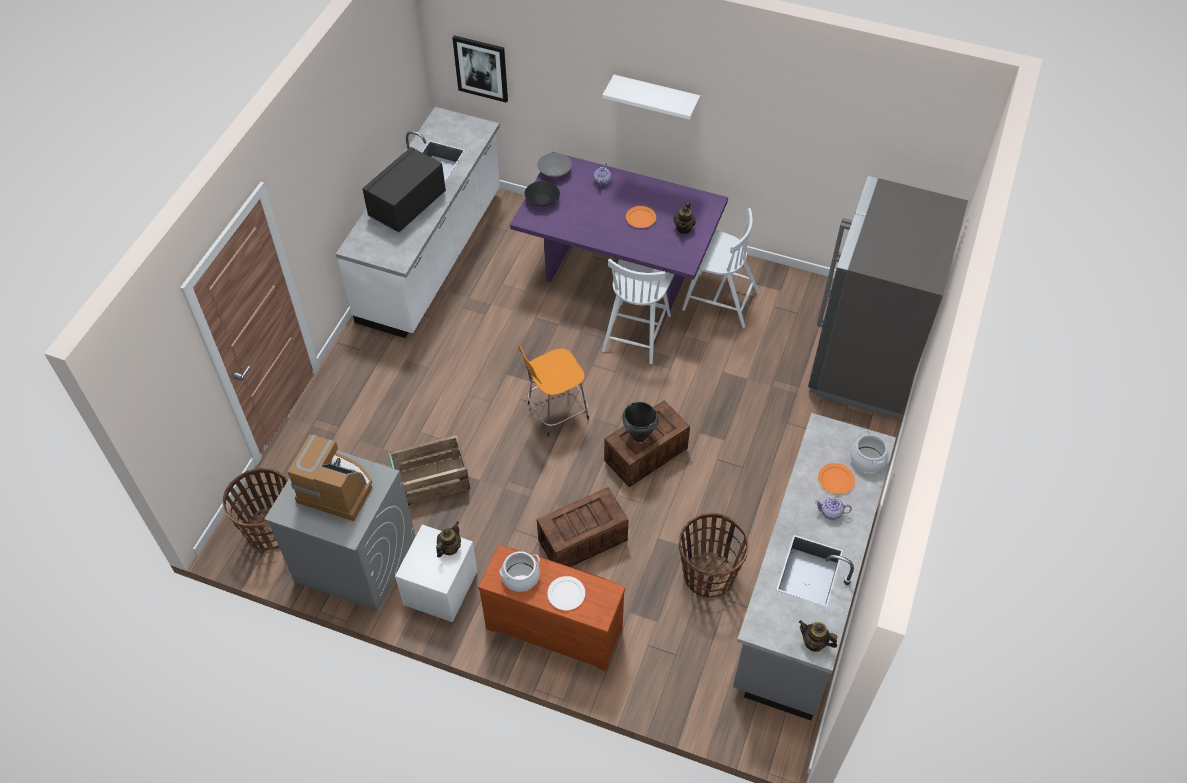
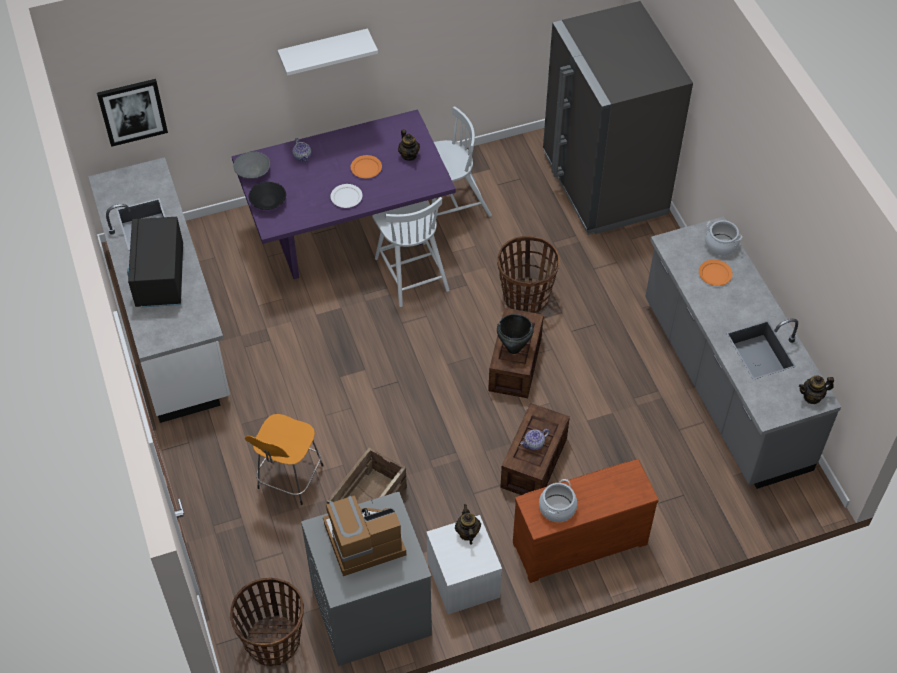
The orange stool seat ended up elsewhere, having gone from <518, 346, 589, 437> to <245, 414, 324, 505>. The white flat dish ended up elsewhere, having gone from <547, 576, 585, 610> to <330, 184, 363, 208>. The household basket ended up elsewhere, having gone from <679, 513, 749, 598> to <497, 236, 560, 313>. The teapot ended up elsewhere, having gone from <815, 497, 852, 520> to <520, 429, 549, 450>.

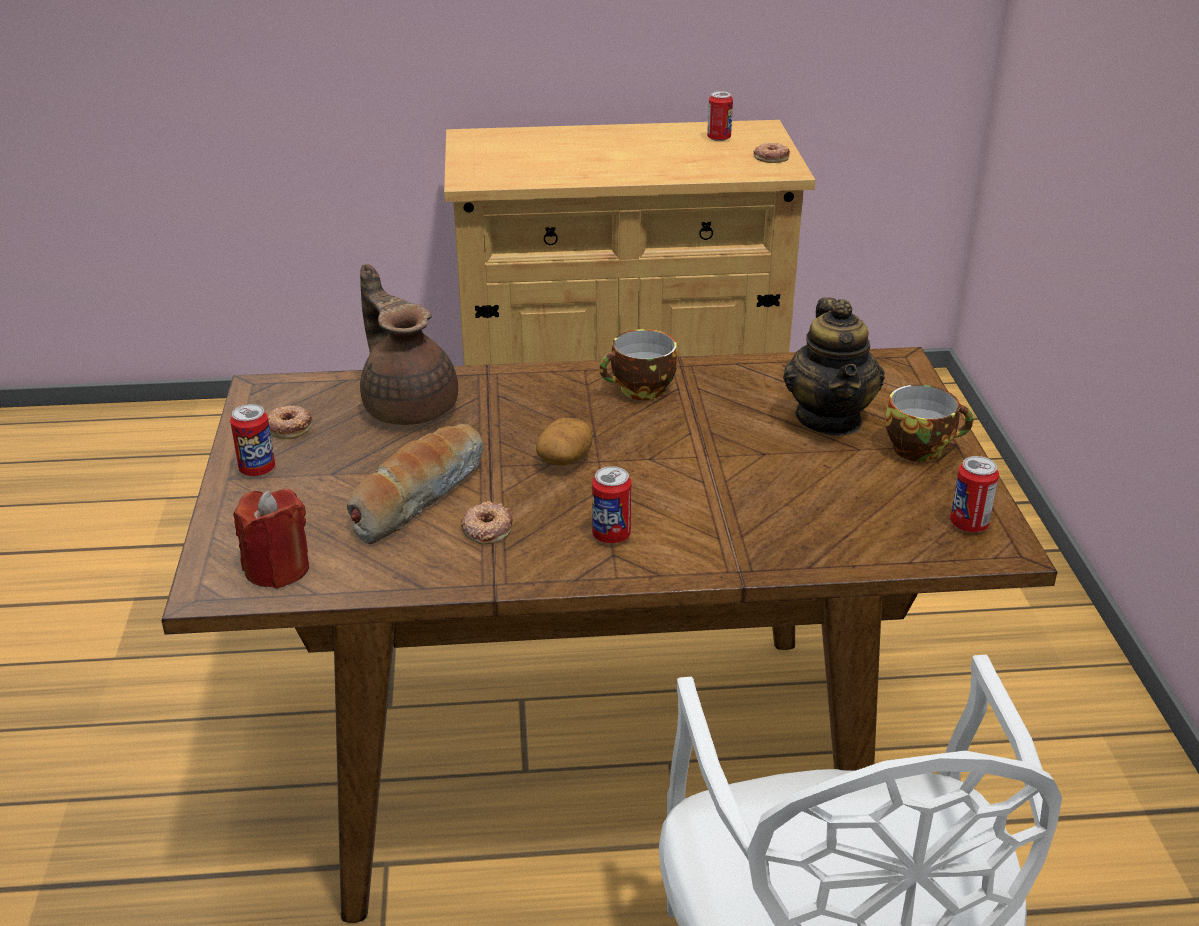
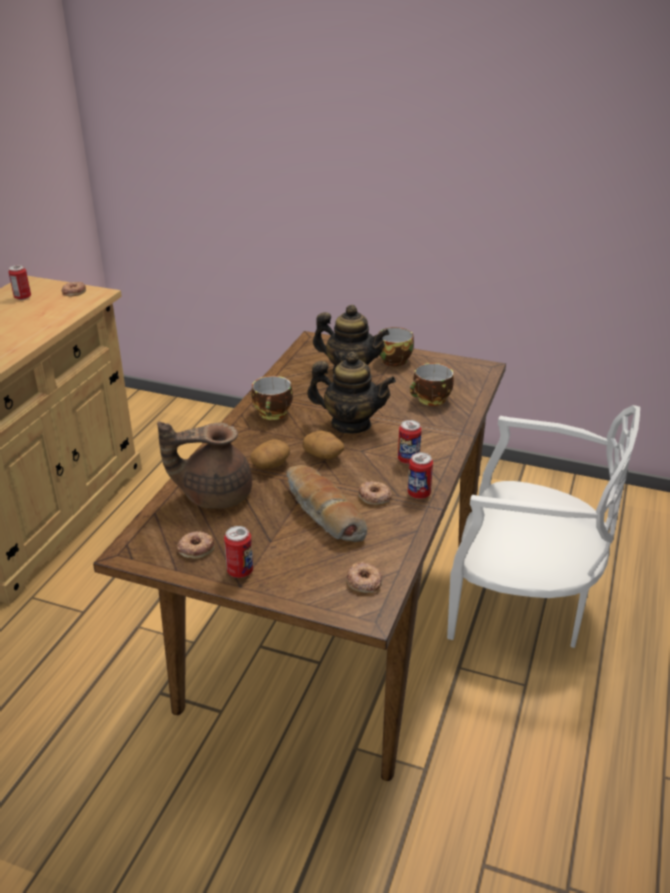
The second view gained the spud at <250, 439, 290, 469>. The second view gained the teapot at <307, 352, 396, 433>. Where the red-coloured wax candle stood at <233, 489, 309, 589>, the donut came to stand at <346, 562, 382, 593>. The metal can ended up elsewhere, having gone from <950, 456, 999, 532> to <408, 452, 433, 499>. The second view gained the drinking cup at <410, 363, 454, 406>.

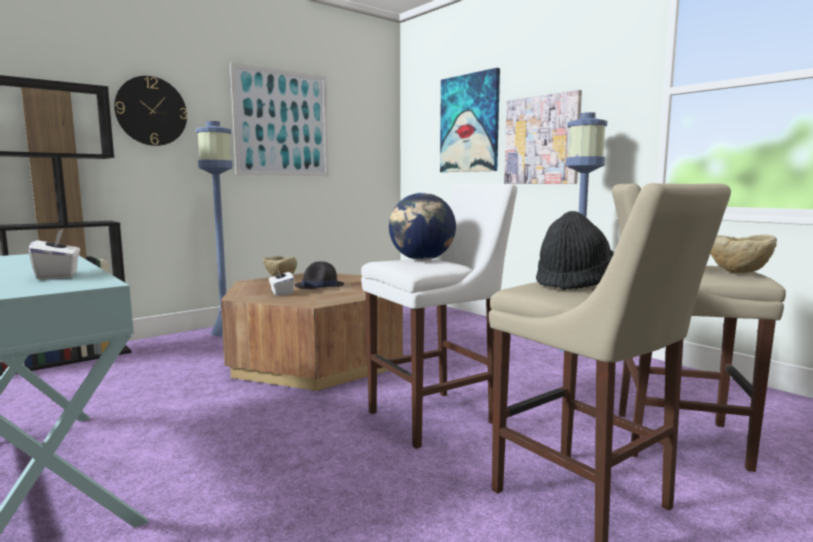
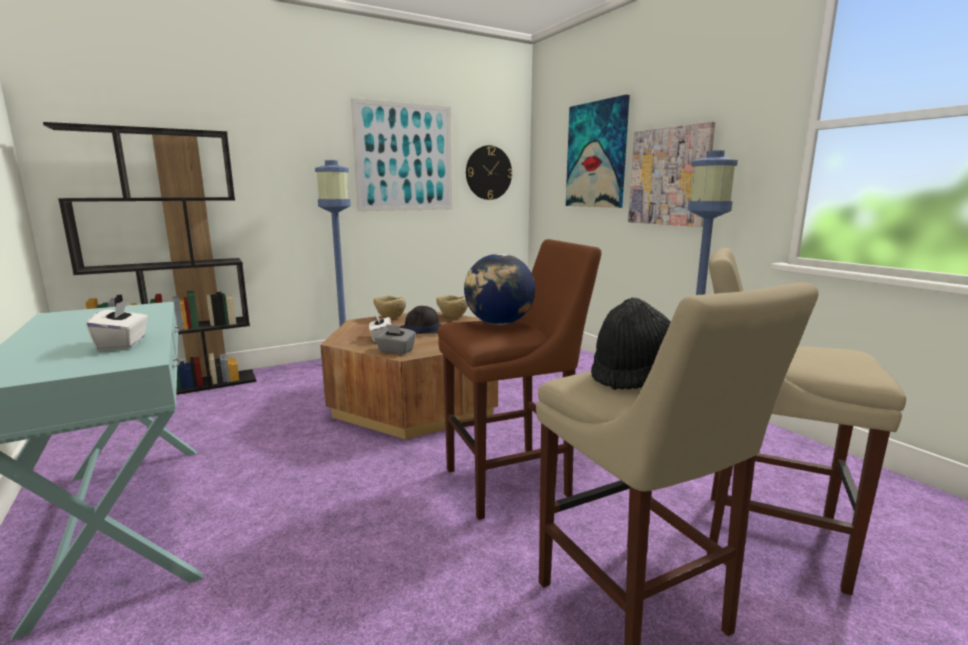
The second view gained the gray tissue box at <375, 324, 416, 354>. The sand-coloured deep dish ended up elsewhere, having gone from <710, 235, 777, 273> to <436, 295, 468, 318>. What was the white stool seat at <361, 184, 517, 449> turned into the brown-coloured stool seat at <438, 239, 602, 520>. The clock on the wall ended up elsewhere, having gone from <114, 76, 187, 146> to <466, 145, 513, 200>.

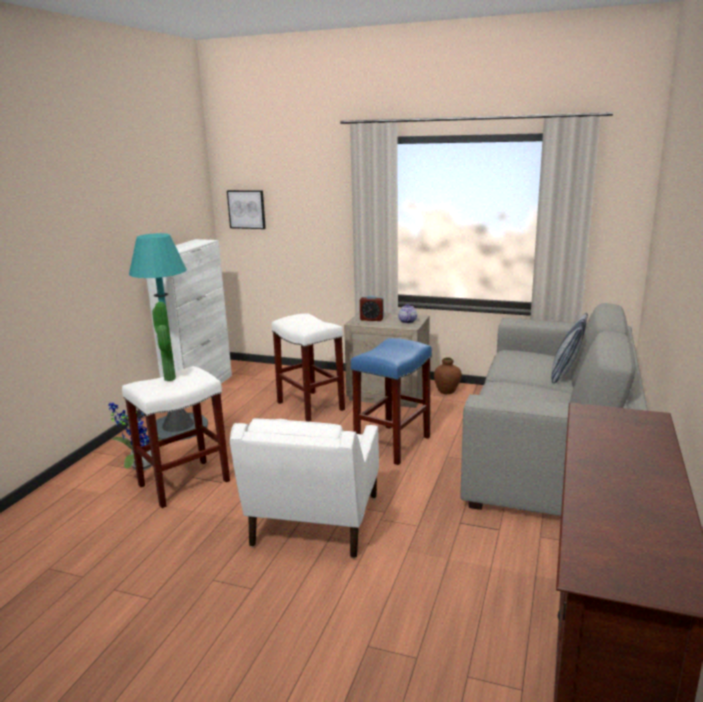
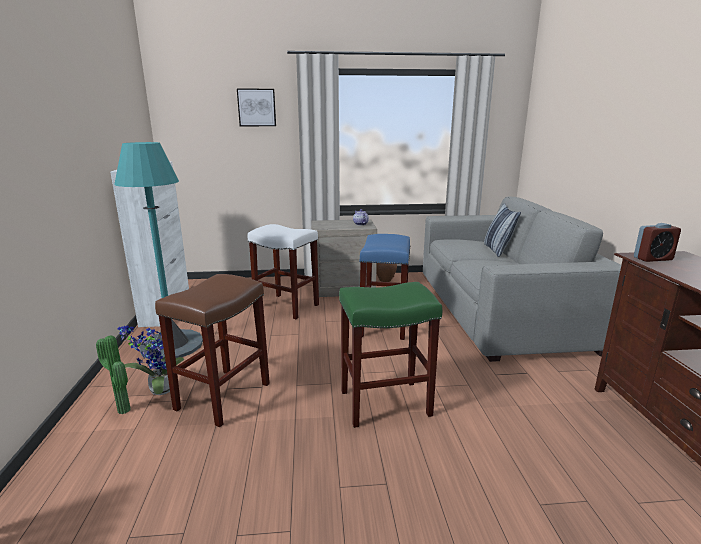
The houseplant ended up elsewhere, having gone from <152, 302, 176, 381> to <96, 336, 131, 414>. What was the white stool seat at <122, 366, 230, 508> turned into the brown-coloured stool seat at <155, 274, 270, 427>. The picture ended up elsewhere, having gone from <227, 190, 266, 229> to <237, 89, 276, 126>. Where the white armchair stood at <230, 419, 379, 558>, the green stool seat came to stand at <339, 282, 442, 428>. The alarm clock ended up elsewhere, having gone from <360, 295, 384, 321> to <634, 223, 681, 262>.

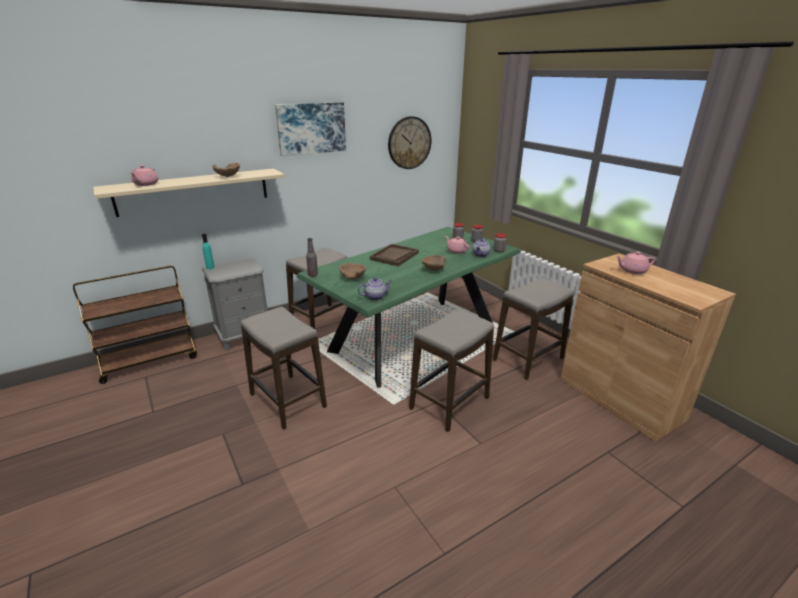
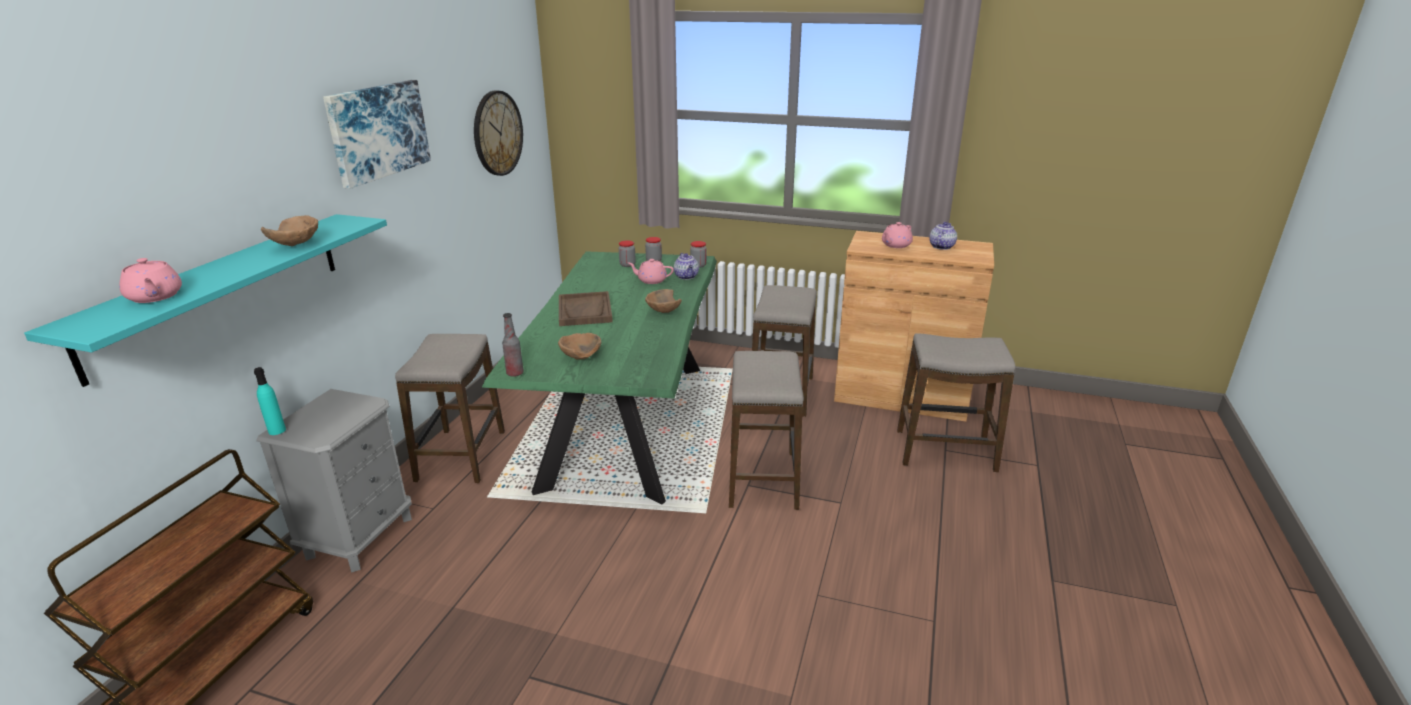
What was the sand-coloured bracket shelf at <93, 168, 285, 217> turned into the turquoise bracket shelf at <24, 214, 387, 387>. The stool seat ended up elsewhere, having gone from <241, 307, 327, 429> to <897, 333, 1015, 472>. The teapot ended up elsewhere, having gone from <358, 278, 392, 300> to <929, 222, 957, 250>.

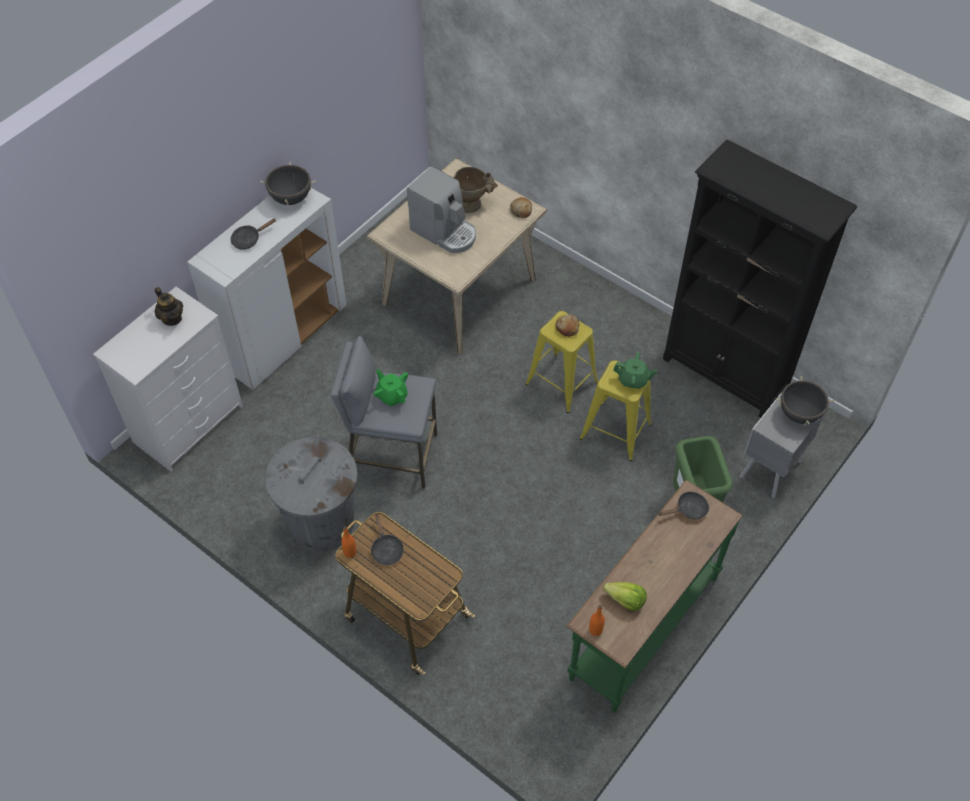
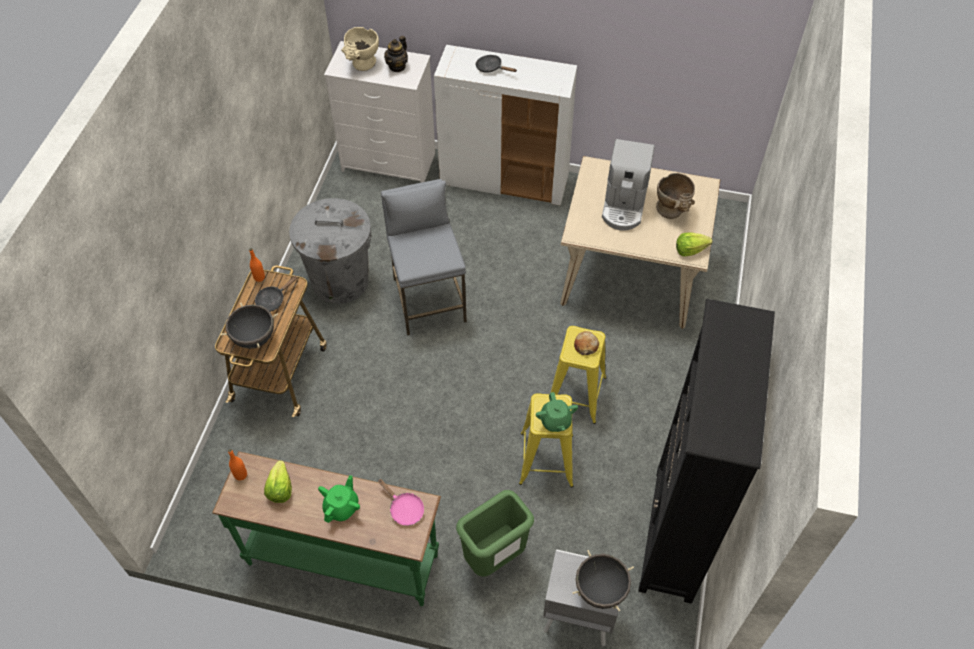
The blackish cooking pot ended up elsewhere, having gone from <260, 161, 316, 205> to <221, 302, 278, 349>. The green teapot ended up elsewhere, having gone from <373, 369, 408, 406> to <318, 475, 360, 523>. The second view gained the sand-coloured flower vase at <341, 27, 379, 71>. What was the blackish frying pan at <658, 492, 709, 519> turned into the pinkish frying pan at <378, 479, 424, 526>. Where the bread stood at <510, 197, 532, 218>, the head of lettuce came to stand at <676, 232, 712, 256>.

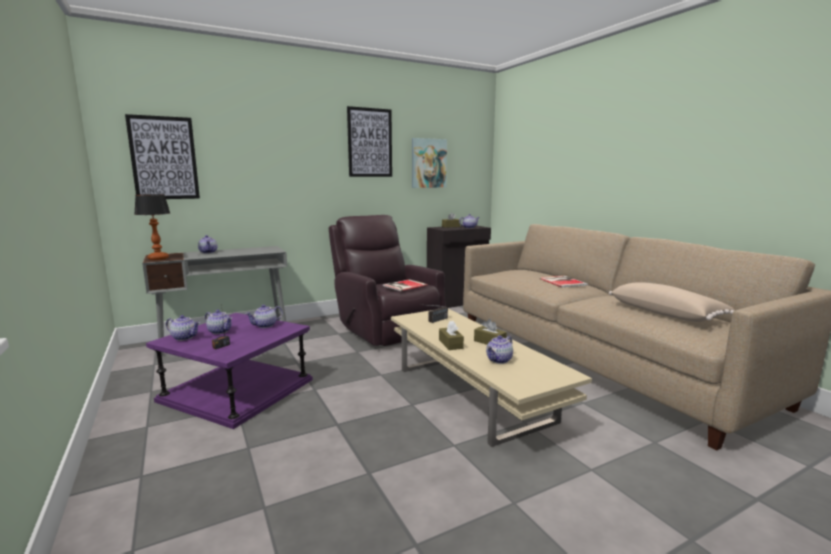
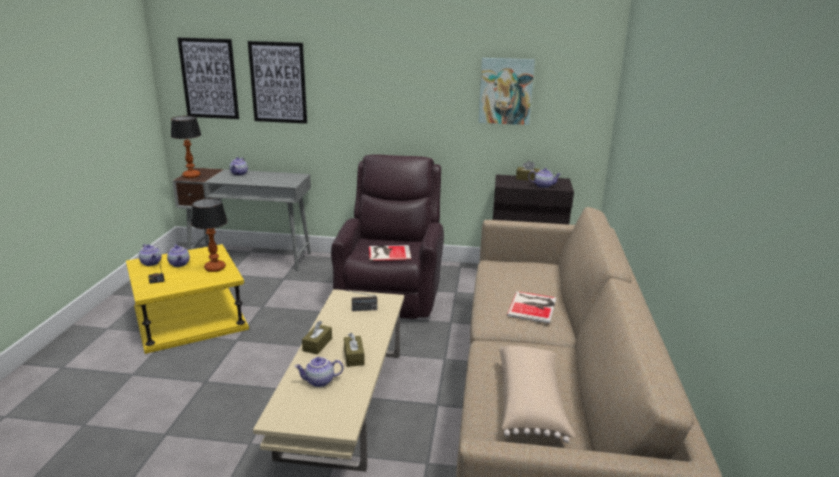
What was the purplish accent table at <146, 313, 313, 429> turned into the yellow accent table at <126, 244, 249, 354>. Where the teapot stood at <245, 305, 283, 328>, the table lamp came to stand at <191, 198, 228, 272>. The picture ended up elsewhere, having gone from <347, 106, 392, 177> to <248, 41, 307, 124>.

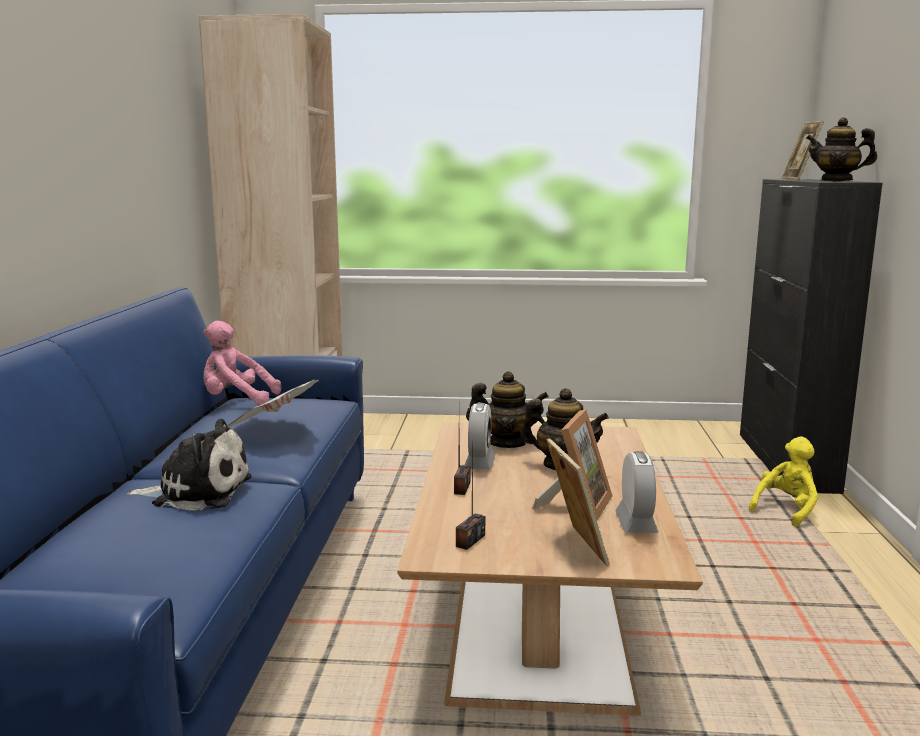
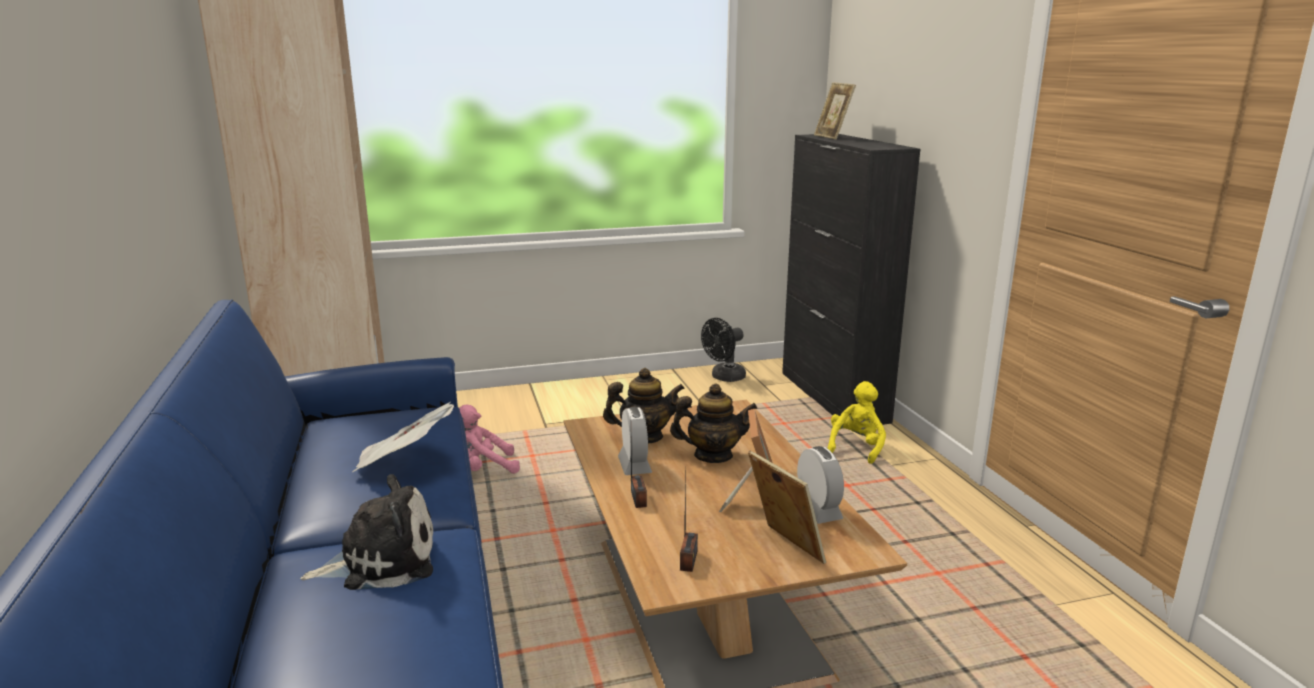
The pinkish plush toy ended up elsewhere, having gone from <203, 321, 281, 406> to <459, 405, 520, 474>. The second view gained the blackish cooling fan at <701, 318, 746, 382>. The second view lost the teapot at <806, 118, 877, 181>.

